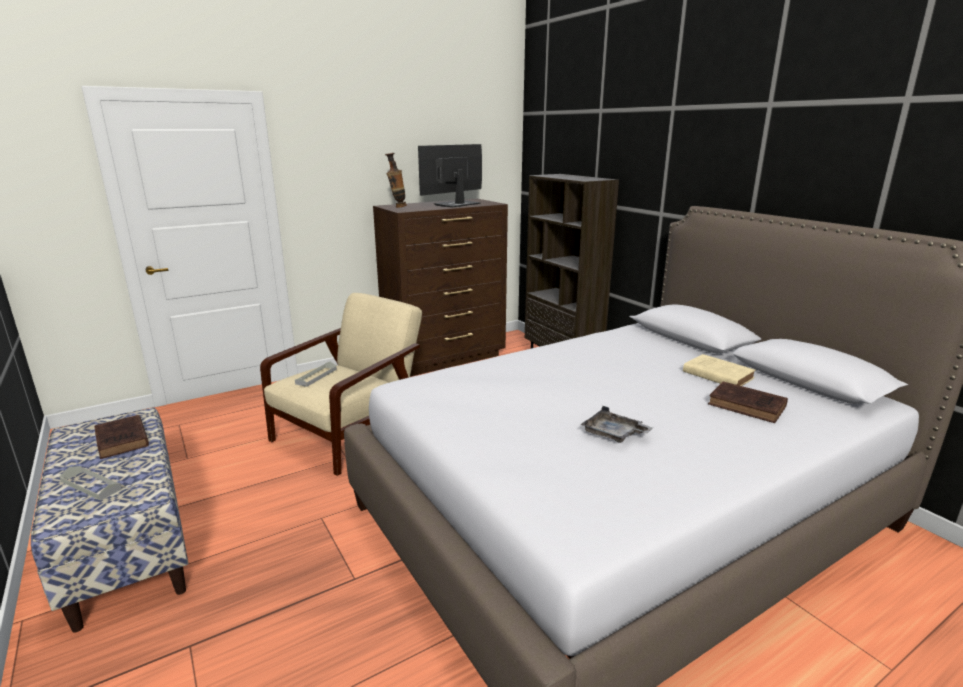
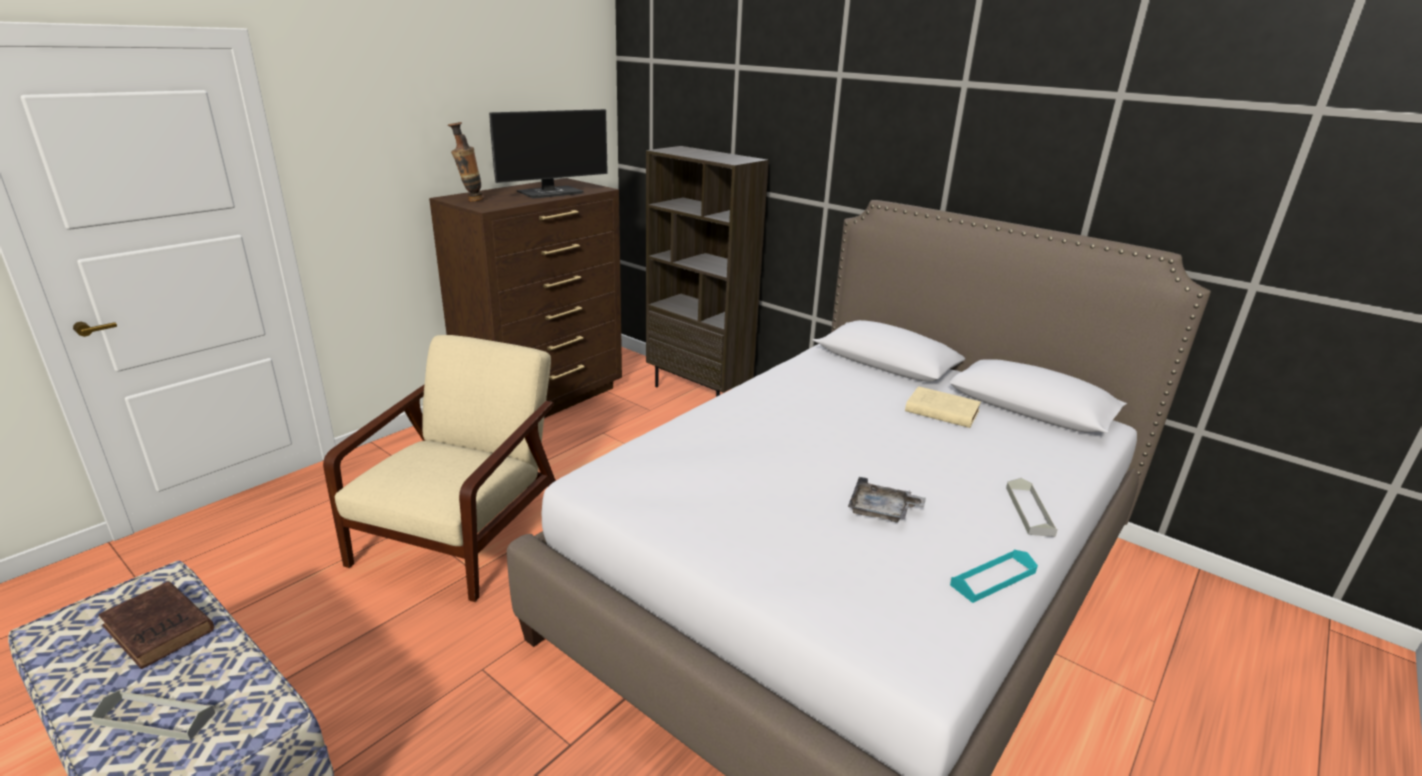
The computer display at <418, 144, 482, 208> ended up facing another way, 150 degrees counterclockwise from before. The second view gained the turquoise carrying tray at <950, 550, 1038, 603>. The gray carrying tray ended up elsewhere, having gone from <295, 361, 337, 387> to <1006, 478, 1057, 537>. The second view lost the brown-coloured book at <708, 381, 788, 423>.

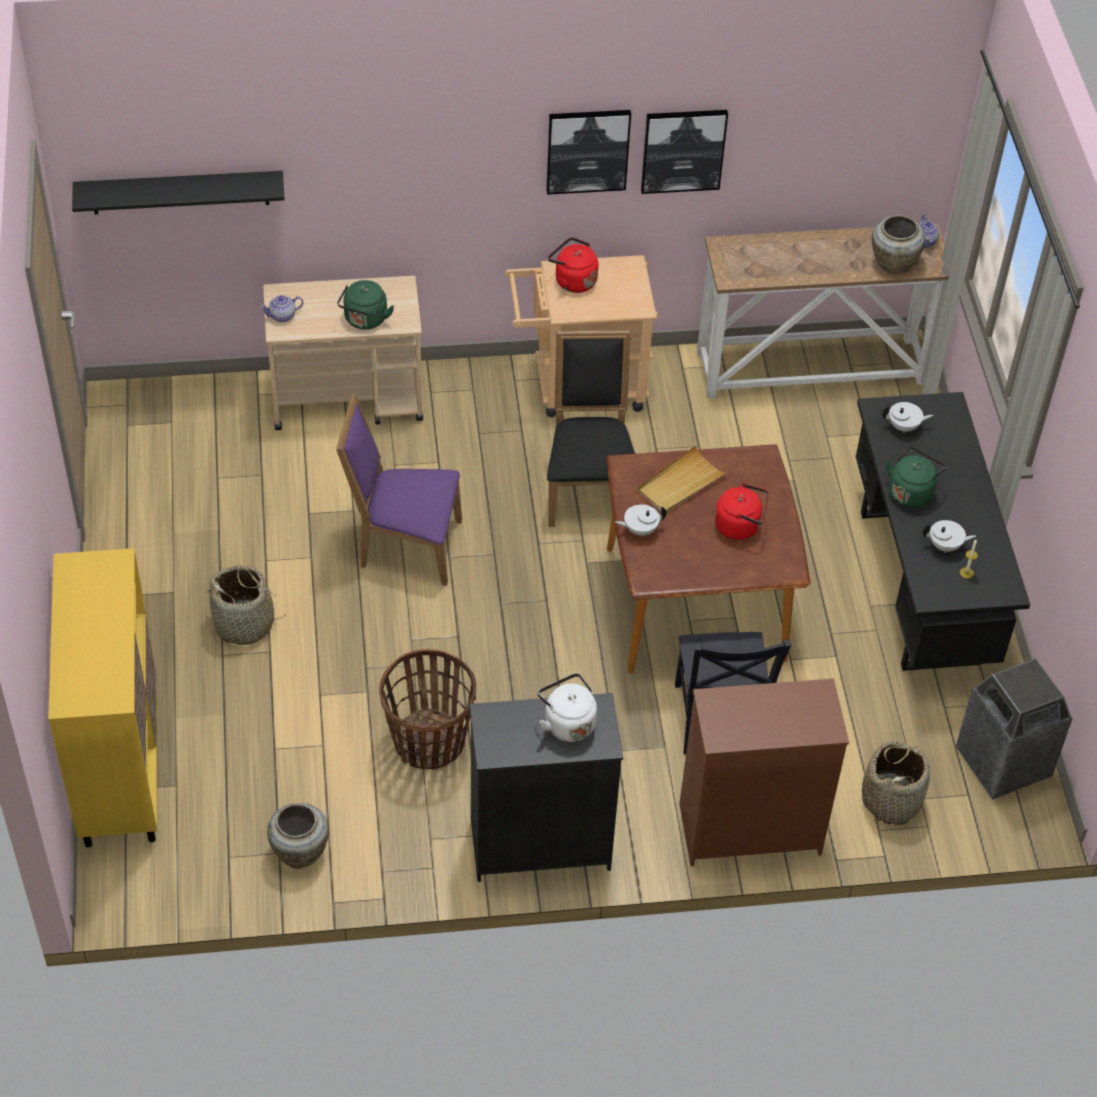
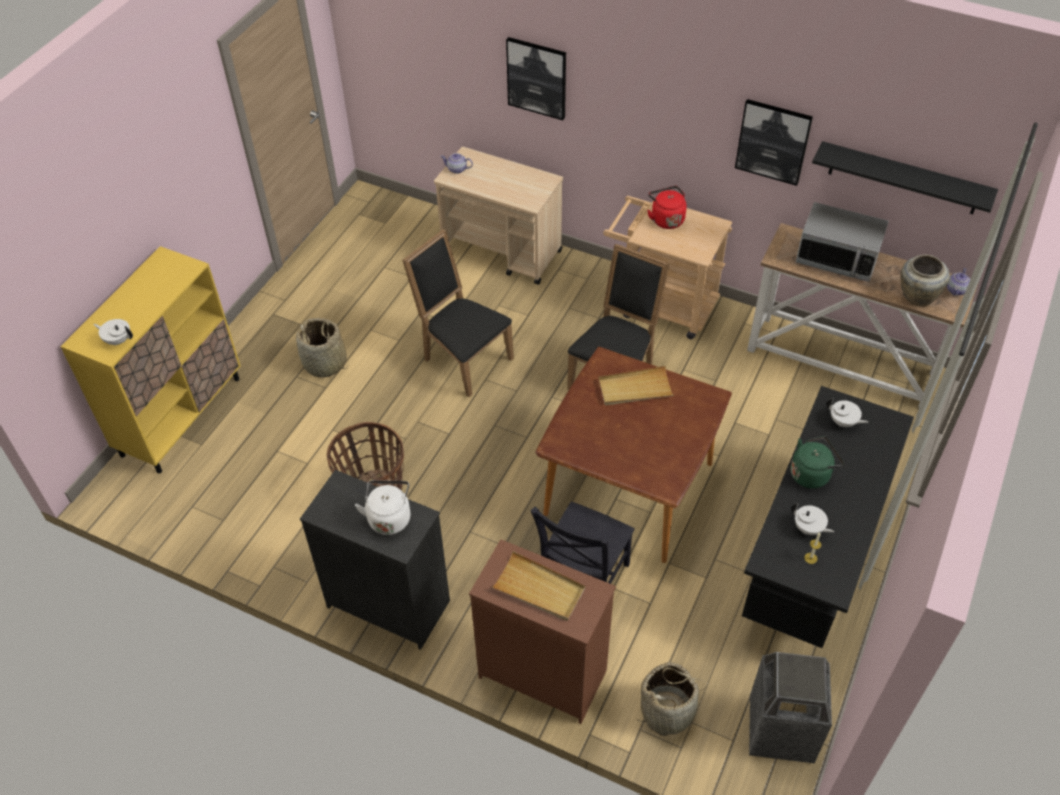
The white teapot ended up elsewhere, having gone from <615, 504, 667, 536> to <94, 319, 133, 345>. What was the purplish plain chair at <336, 394, 462, 586> turned into the blackish plain chair at <402, 229, 514, 397>. The second view gained the sand-coloured carrying tray at <492, 551, 585, 621>. The picture ended up elsewhere, having gone from <546, 110, 631, 195> to <506, 37, 566, 120>. The second view gained the microwave at <796, 202, 889, 282>. The blackish bracket shelf ended up elsewhere, having gone from <72, 171, 285, 214> to <812, 141, 998, 214>. The second view lost the sand-coloured flower vase at <267, 803, 329, 869>. The second view lost the green kettle at <337, 280, 394, 330>. The second view lost the red-coloured kettle at <715, 483, 769, 540>.

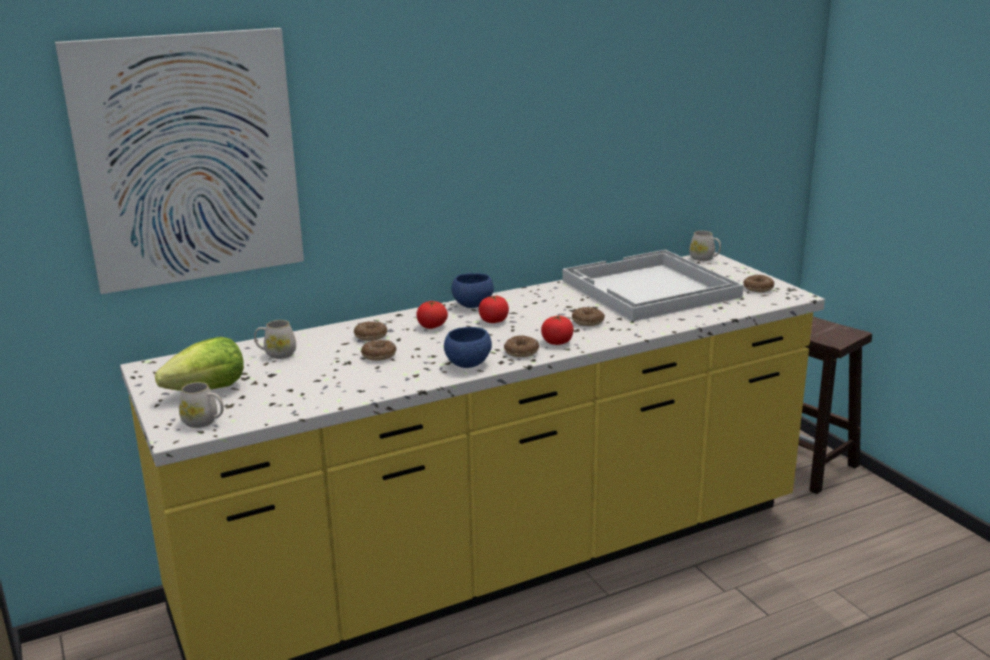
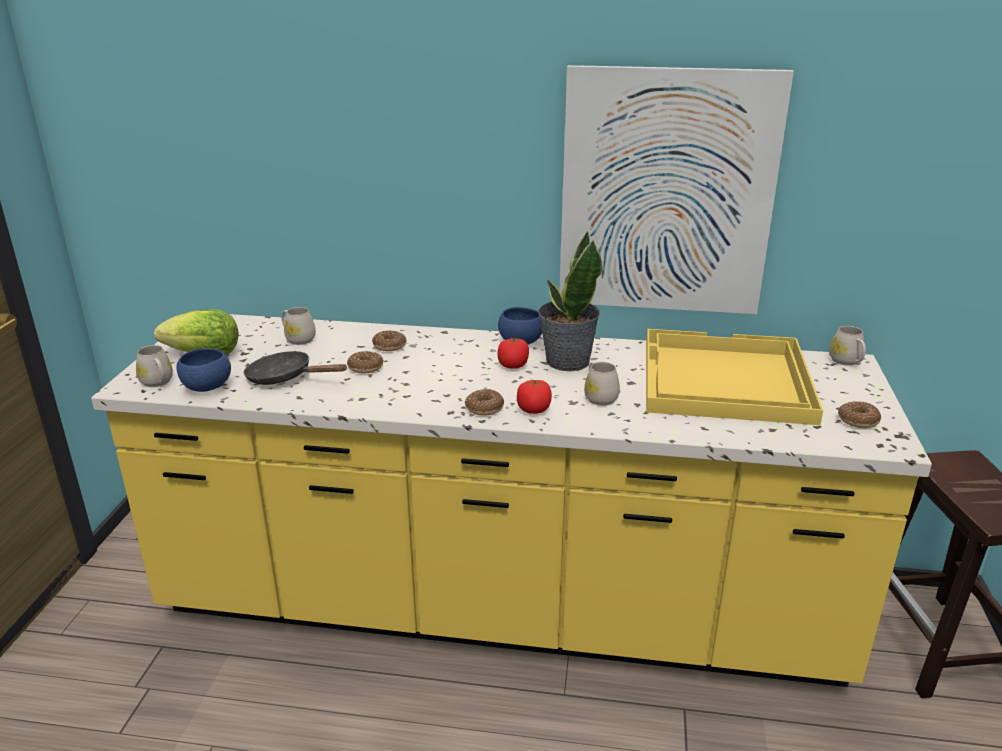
The blue deep dish ended up elsewhere, having gone from <444, 327, 492, 368> to <176, 348, 231, 392>. The second view gained the blackish frying pan at <244, 351, 347, 385>. The second view gained the houseplant at <538, 230, 602, 371>. The picture ended up elsewhere, having gone from <55, 28, 304, 294> to <559, 65, 794, 314>. Where the donut stood at <572, 307, 605, 326>, the white coffee mug came to stand at <584, 362, 620, 406>. What was the white carrying tray at <562, 250, 744, 321> turned into the yellow carrying tray at <646, 329, 823, 425>. The second view lost the tomato at <416, 301, 448, 329>.

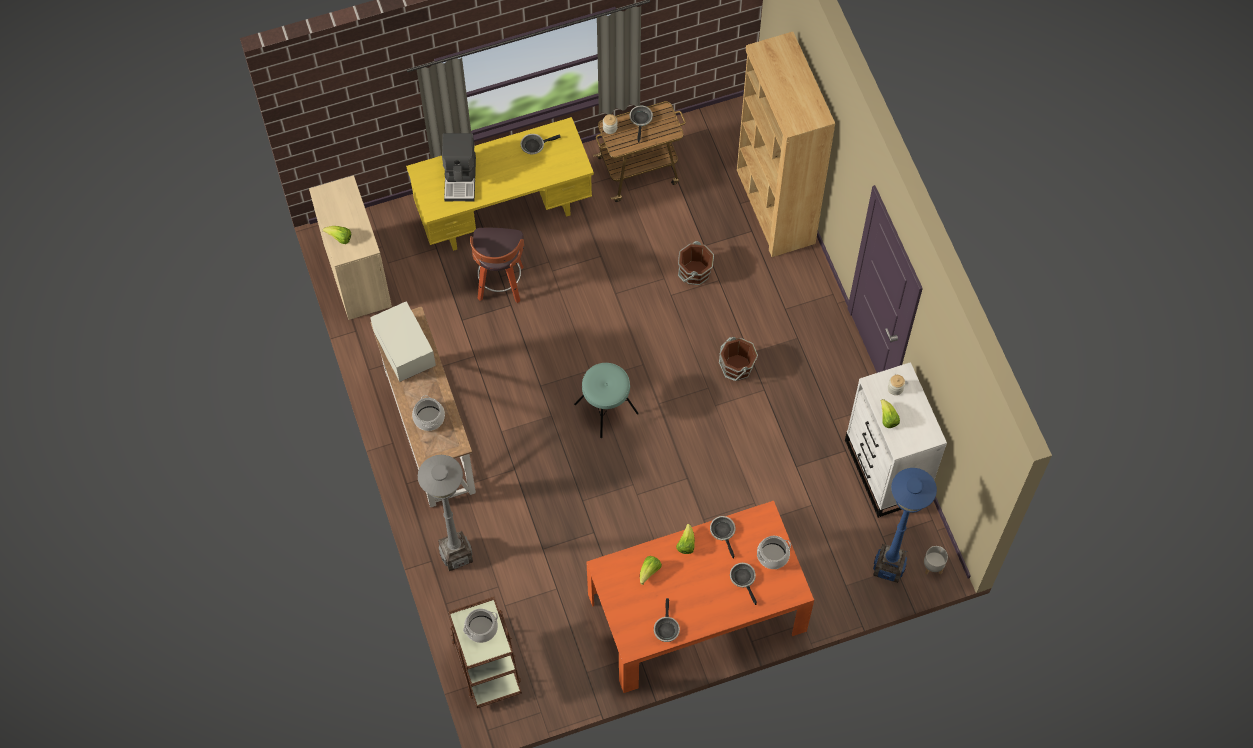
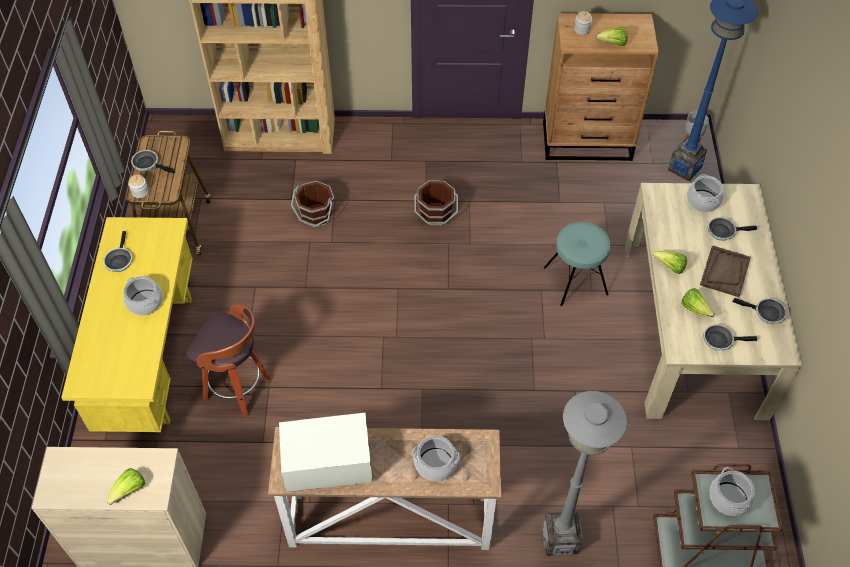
The second view gained the cooking pot at <123, 276, 163, 315>. What was the white dresser at <845, 362, 947, 518> turned into the brown-coloured dresser at <543, 13, 659, 161>. The turquoise stool seat ended up elsewhere, having gone from <574, 363, 639, 438> to <544, 222, 610, 306>. What was the orange dining table at <586, 501, 814, 693> turned into the sand-coloured dining table at <625, 183, 802, 420>. The second view gained the brown-coloured carrying tray at <700, 245, 751, 297>. The frying pan ended up elsewhere, having gone from <710, 516, 735, 559> to <703, 324, 757, 351>. The second view lost the coffee brewer at <442, 133, 476, 202>.

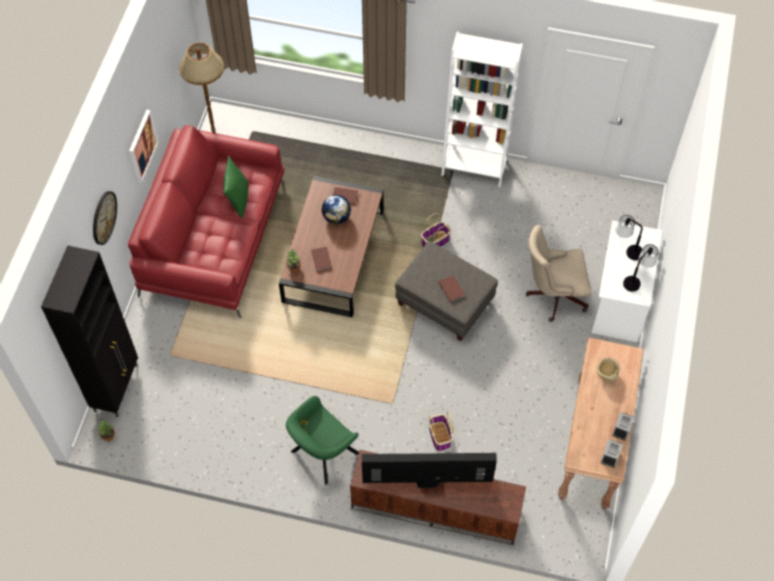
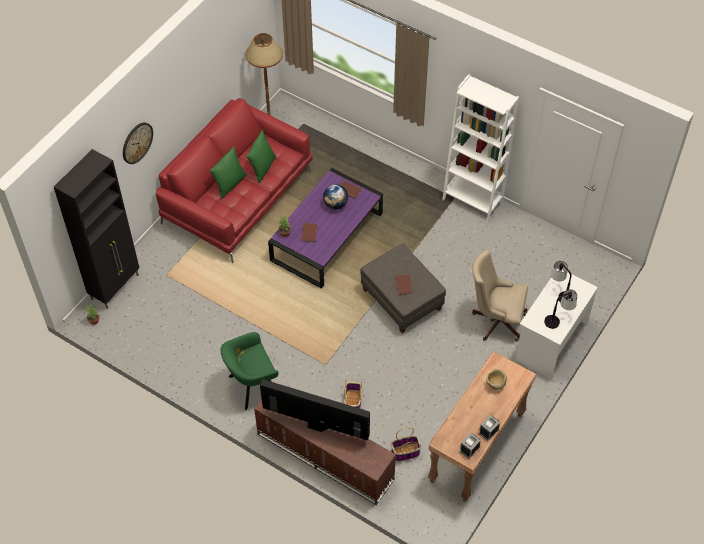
The second view gained the green pillow at <209, 146, 247, 199>. What was the brown-coloured coffee table at <279, 176, 384, 317> turned into the purplish coffee table at <268, 168, 383, 289>. The household basket ended up elsewhere, having gone from <421, 213, 451, 247> to <391, 427, 421, 461>. The second view lost the picture at <129, 110, 158, 183>.

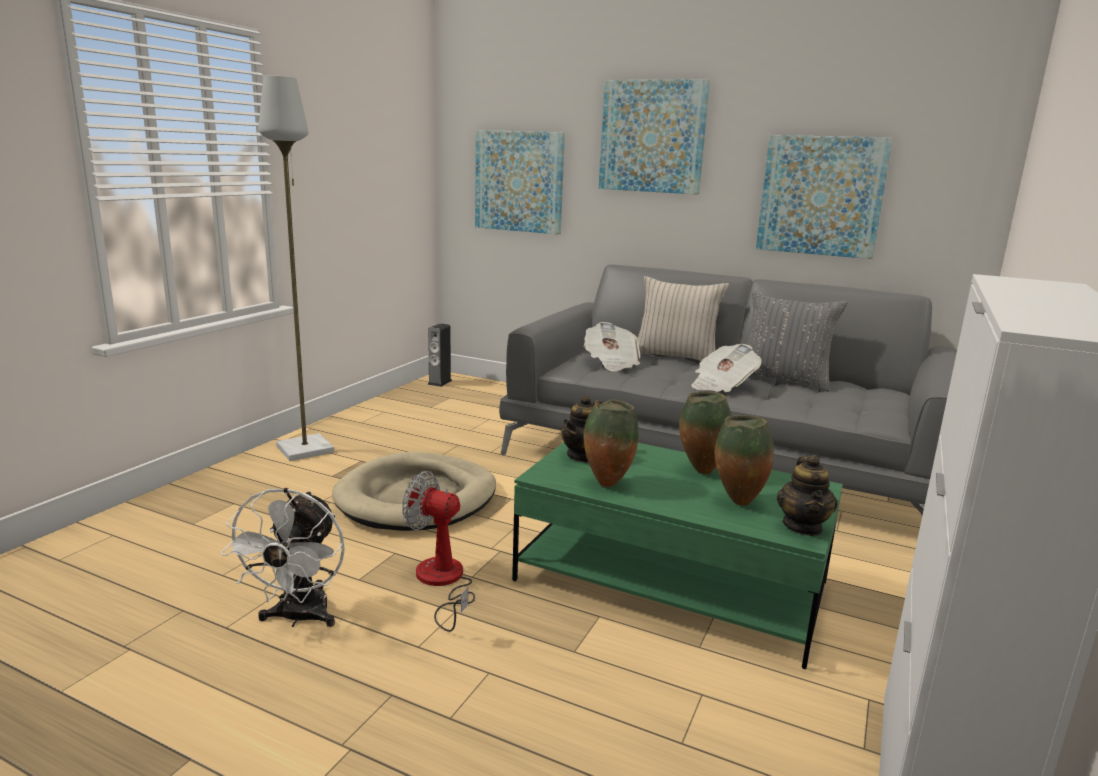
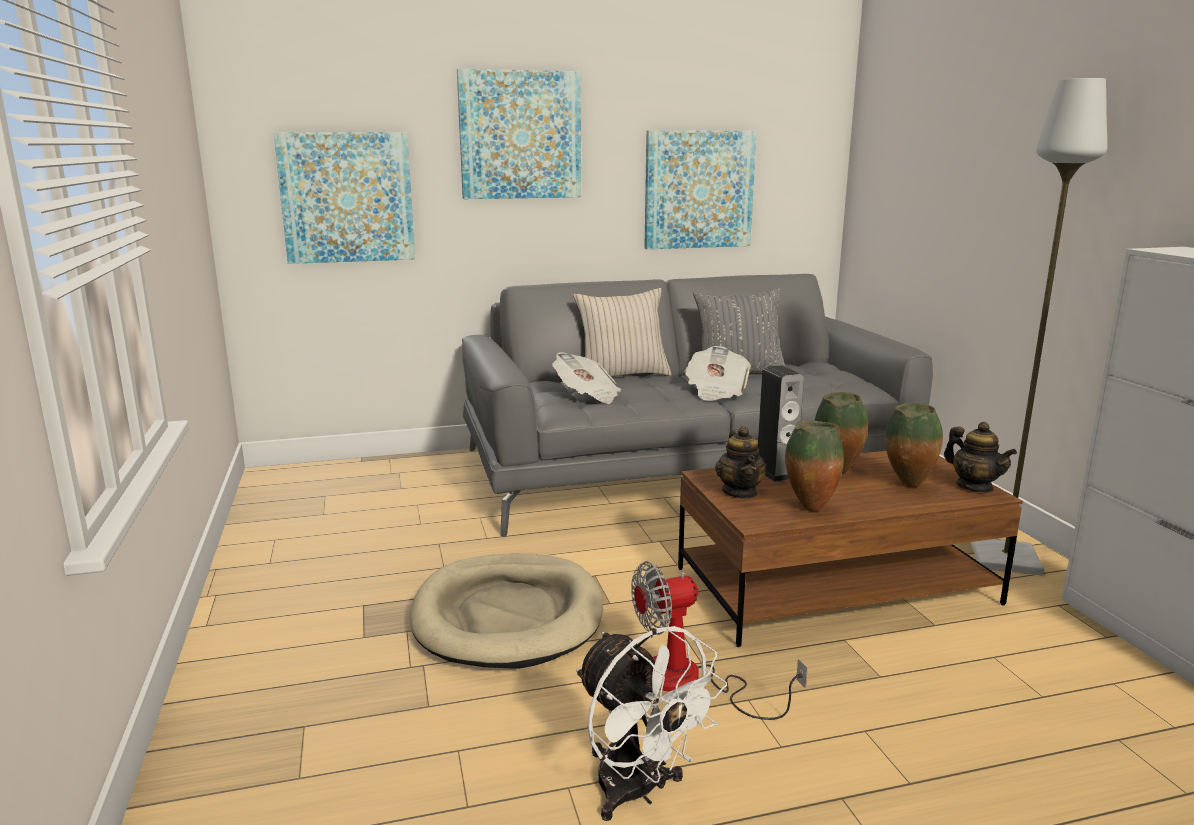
What was the green coffee table at <512, 442, 843, 669> turned into the brown-coloured coffee table at <678, 451, 1023, 647>. The audio speaker ended up elsewhere, having gone from <427, 323, 452, 387> to <758, 365, 804, 482>. The gray standing lamp ended up elsewhere, having gone from <258, 75, 334, 461> to <971, 78, 1107, 575>.

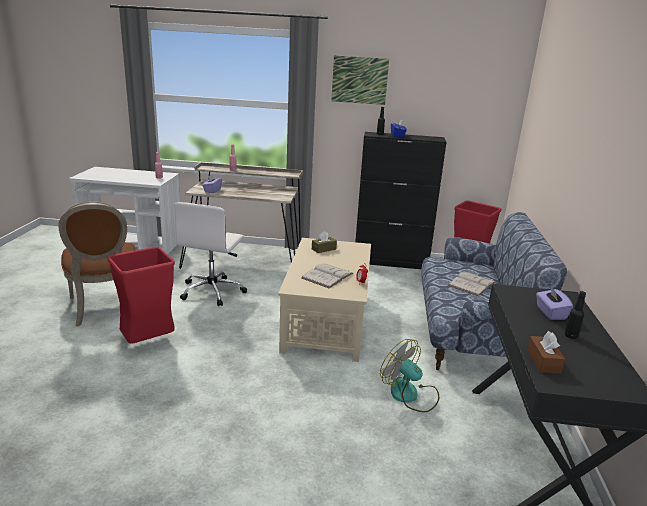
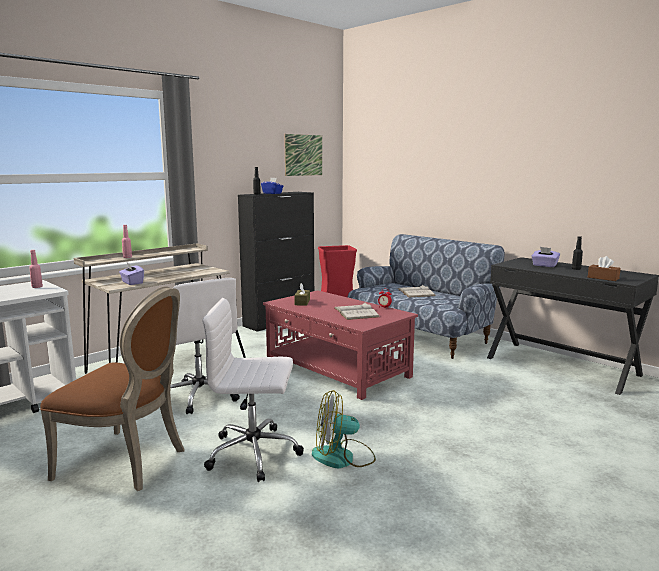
Where the red-coloured rubbish bin stood at <107, 247, 175, 343>, the white computer chair came to stand at <202, 298, 304, 482>. What was the sand-coloured coffee table at <278, 238, 371, 362> turned into the red-coloured coffee table at <263, 290, 418, 400>. The picture ended up elsewhere, having gone from <331, 55, 389, 105> to <284, 134, 322, 176>. The cooling fan ended up elsewhere, having gone from <380, 339, 439, 412> to <312, 390, 376, 468>.

